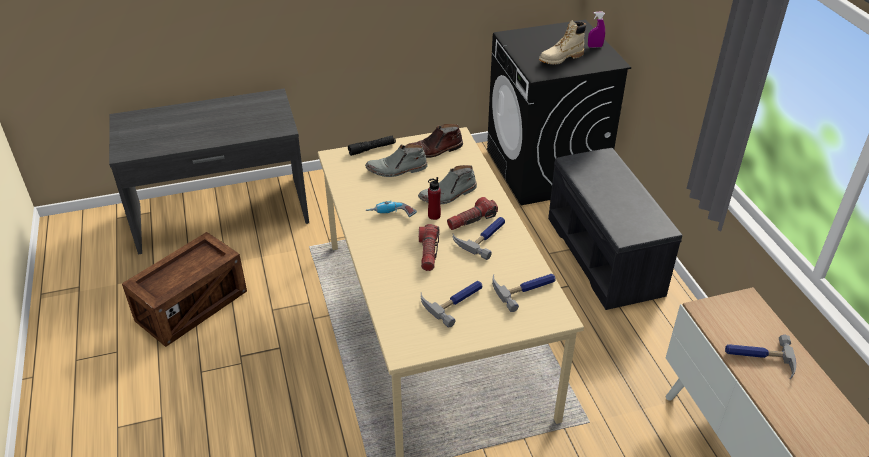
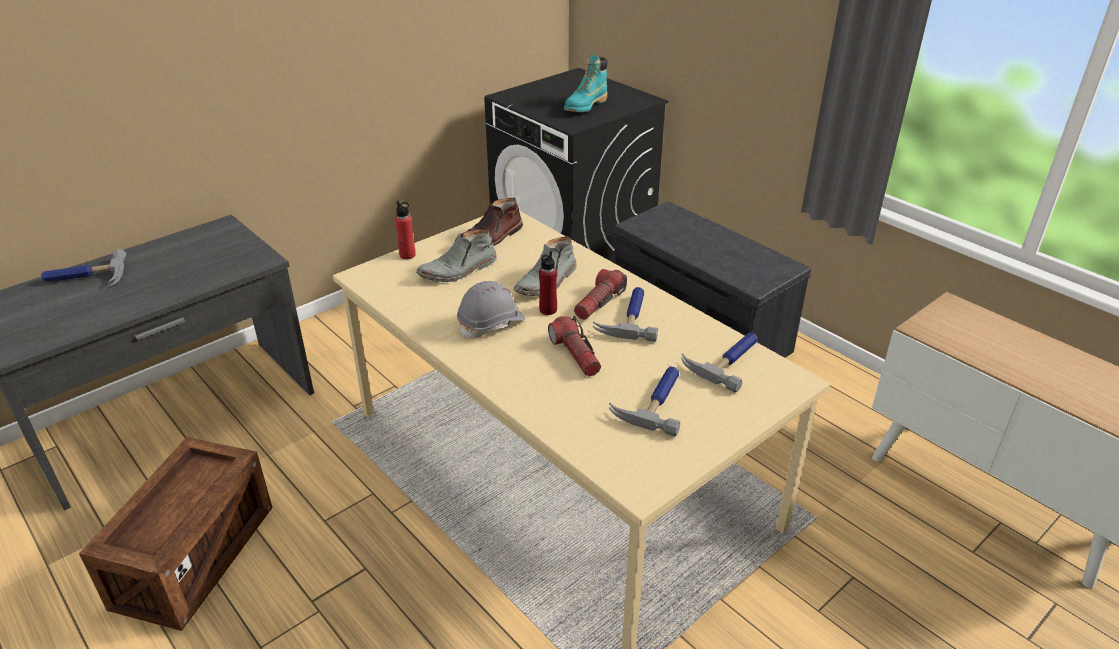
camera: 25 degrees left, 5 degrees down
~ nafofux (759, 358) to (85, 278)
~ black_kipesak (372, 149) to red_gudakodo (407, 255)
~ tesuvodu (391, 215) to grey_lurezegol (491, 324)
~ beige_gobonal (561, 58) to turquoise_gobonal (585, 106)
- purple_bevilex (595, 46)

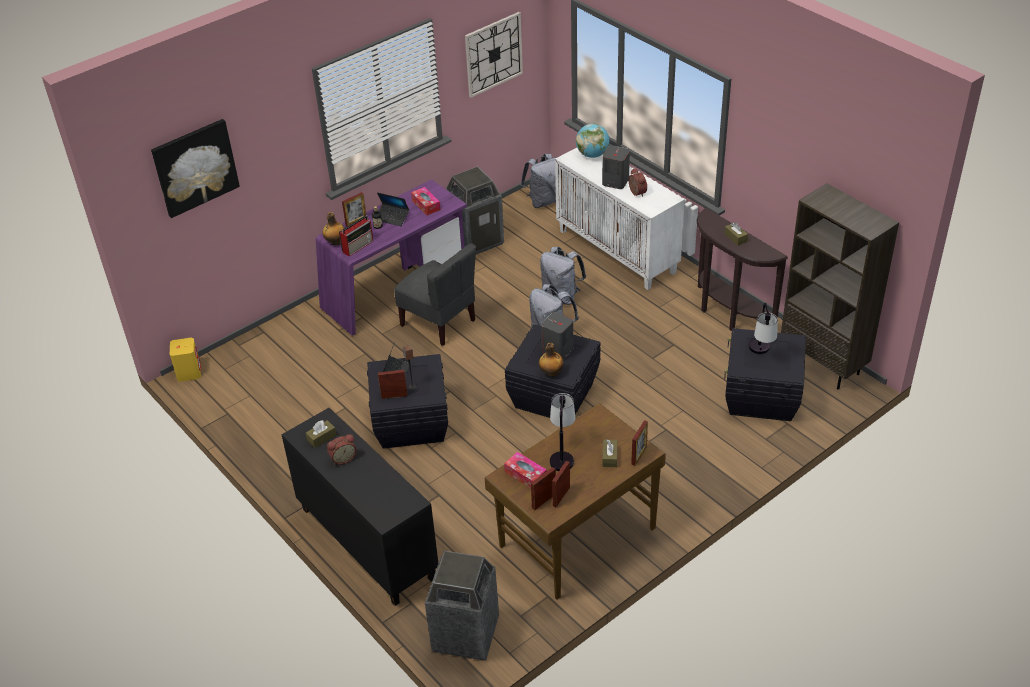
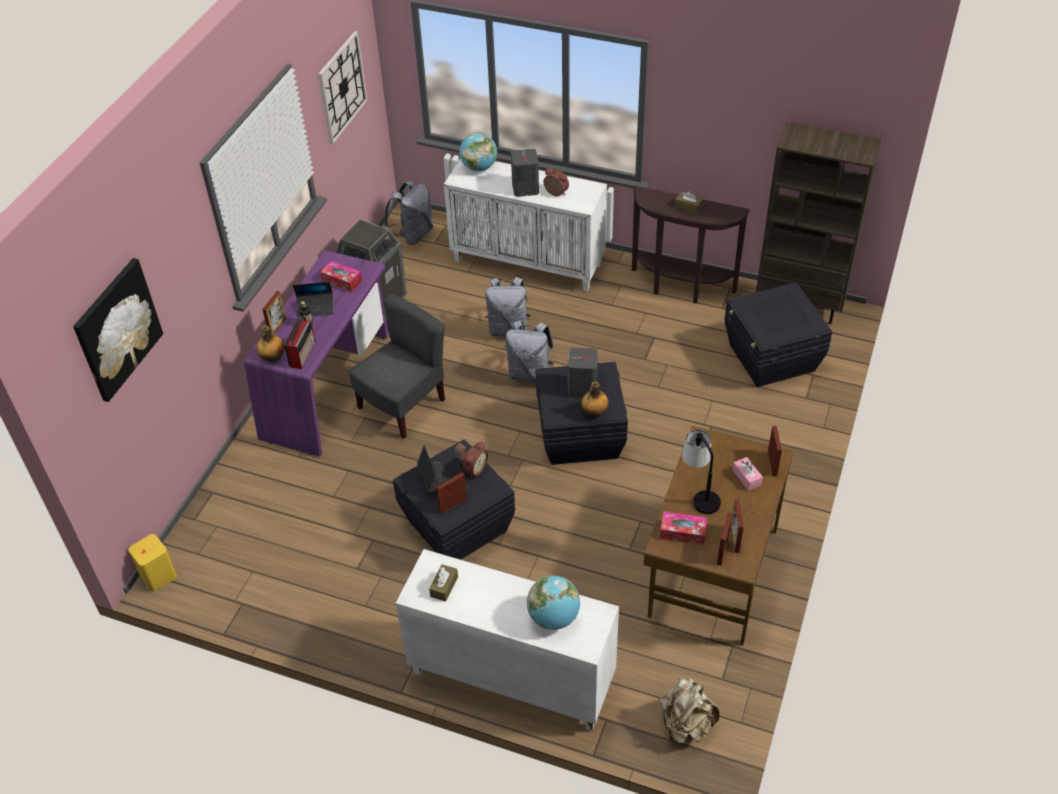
camera: 30 degrees left, 5 degrees up
~ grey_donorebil (439, 322) = (403, 405) 60 degrees counterclockwise
~ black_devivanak (366, 543) to white_devivanak (510, 678)
~ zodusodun (343, 458) to (474, 469)
+ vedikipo (554, 617)
~ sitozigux (466, 634) to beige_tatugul (685, 725)
~ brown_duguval (609, 457) to pink_duguval (747, 477)
- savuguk (761, 354)

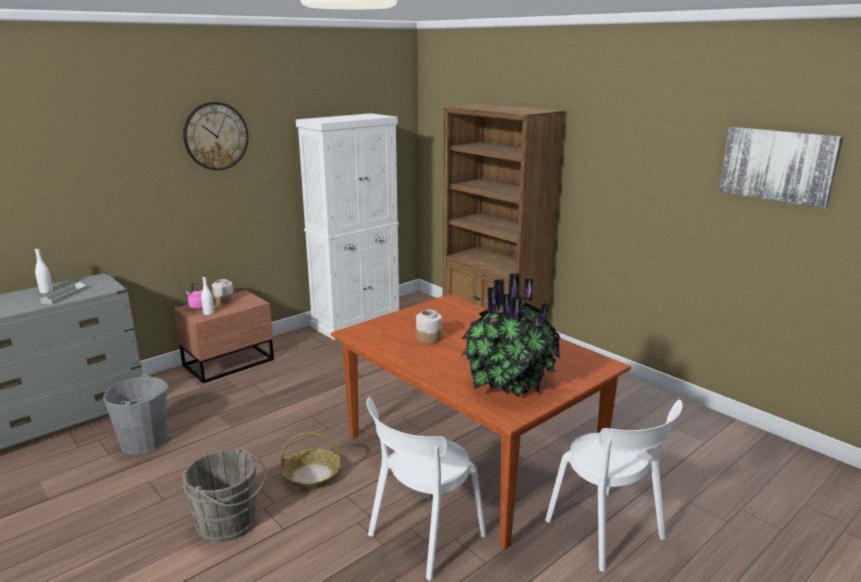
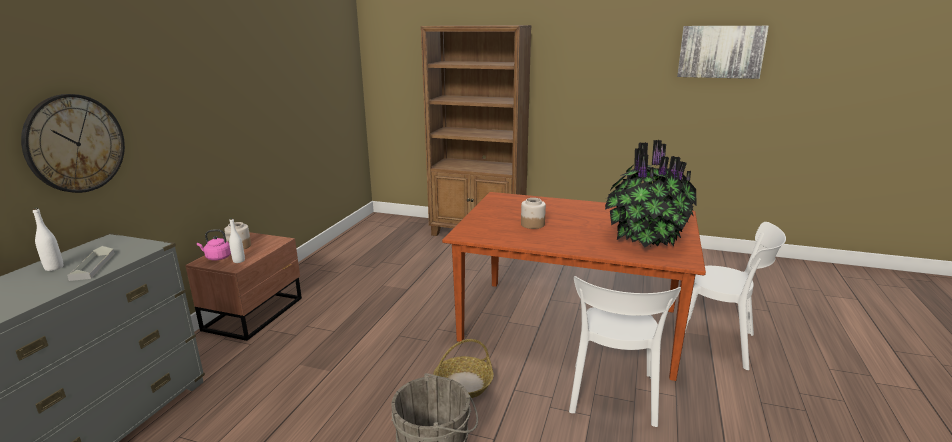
camera: 30 degrees left, 0 degrees up
~ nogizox (216, 136) to (75, 143)
- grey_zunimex (145, 441)
- white_devivanak (356, 322)

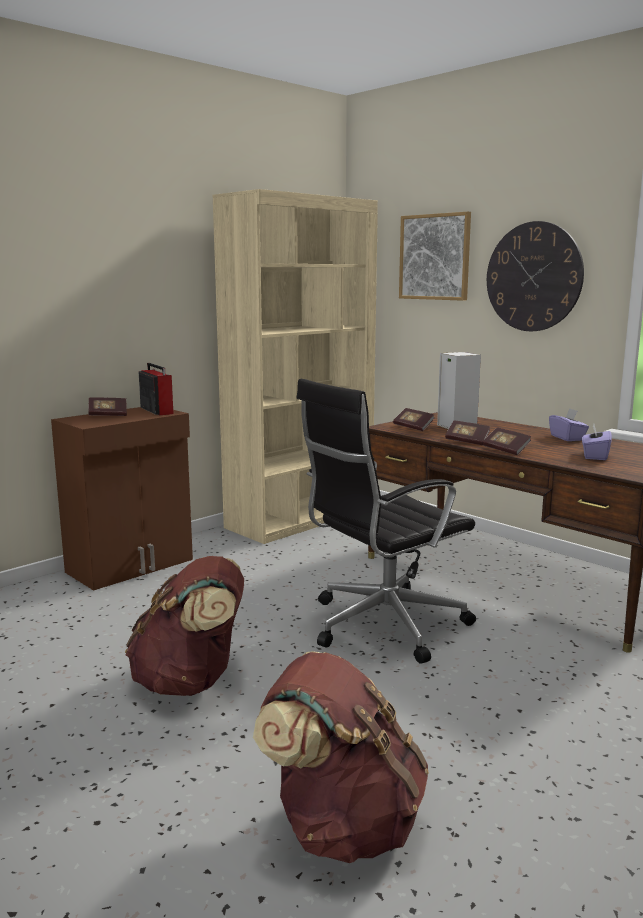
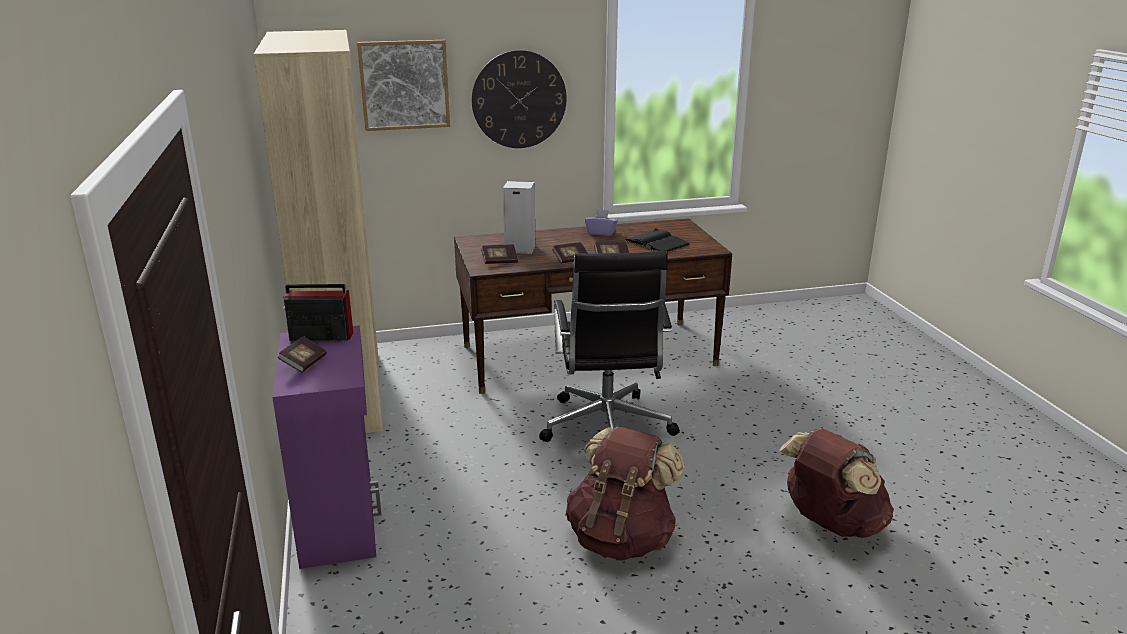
camera: 60 degrees left, 10 degrees up
~ brown_devivanak (132, 566) to purple_devivanak (340, 519)
~ purple_duguval (594, 456) to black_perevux (657, 243)

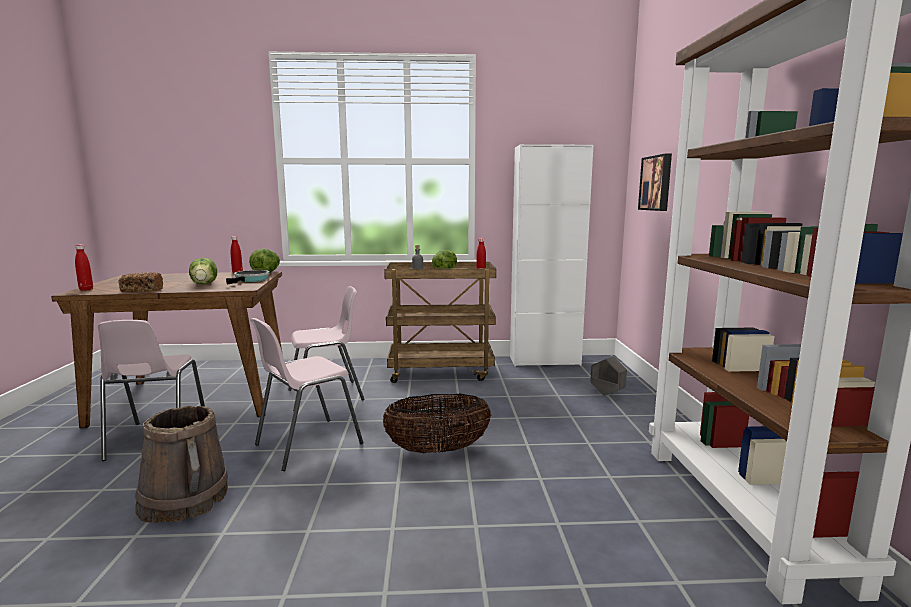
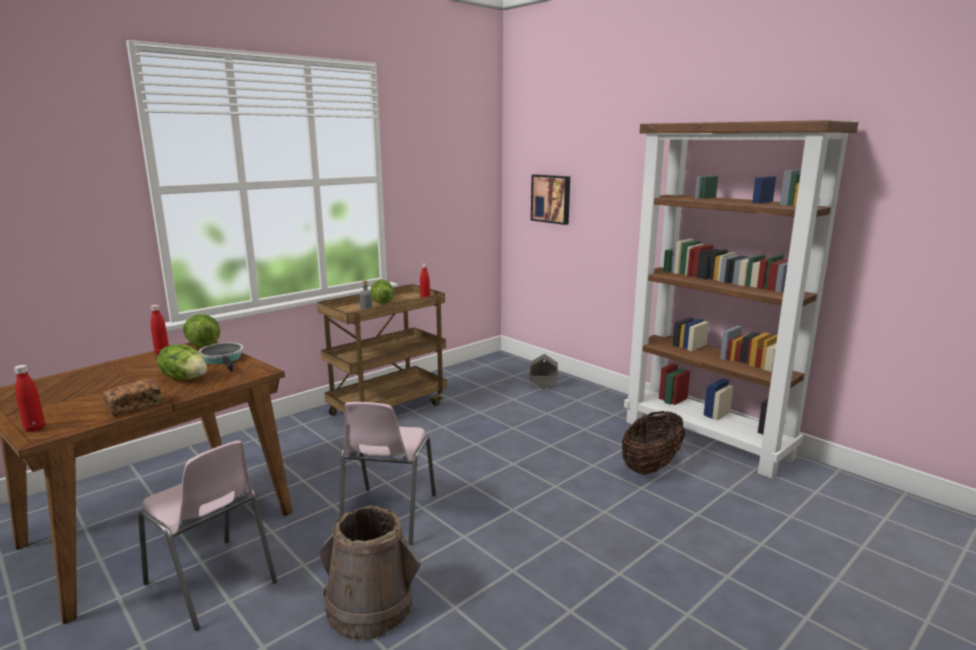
camera: 40 degrees left, 5 degrees up
~ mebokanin (437, 450) to (651, 466)
- pink_donorebil (326, 395)
- white_devivanak (544, 361)

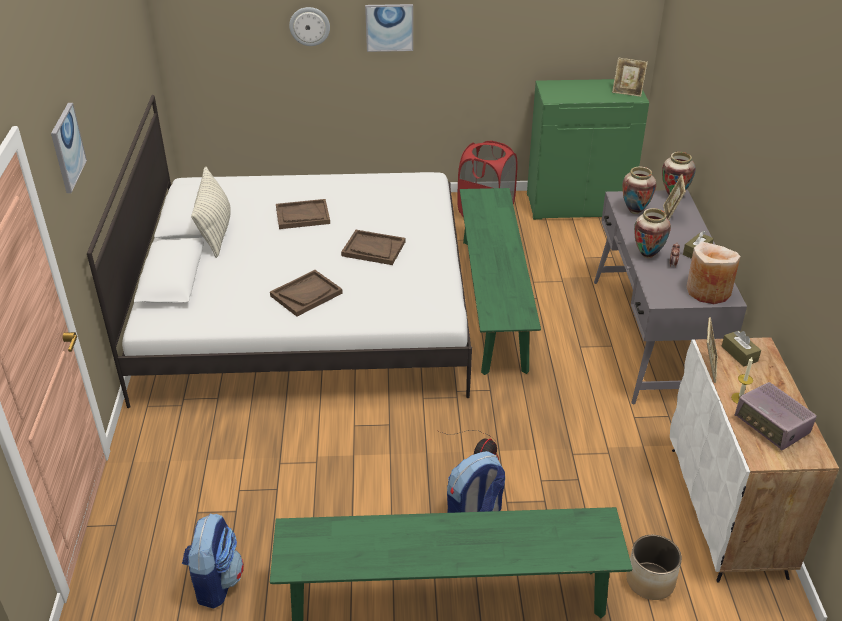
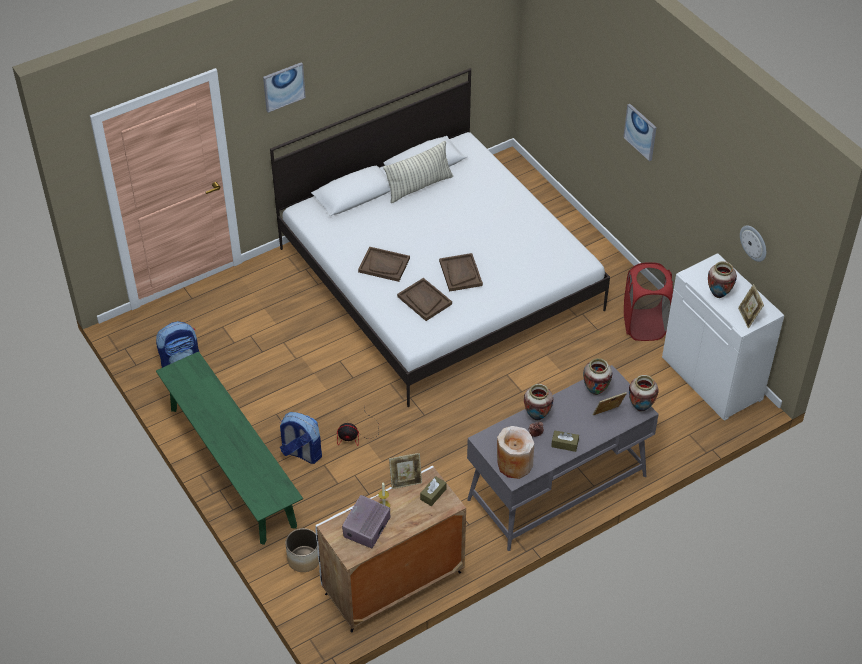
camera: 60 degrees right, 10 degrees up
~ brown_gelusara (302, 216) to (424, 300)
~ green_devivanak (578, 205) to white_devivanak (713, 379)
+ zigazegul (718, 295)
~ nogizox (309, 26) to (754, 243)
- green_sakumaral (493, 301)

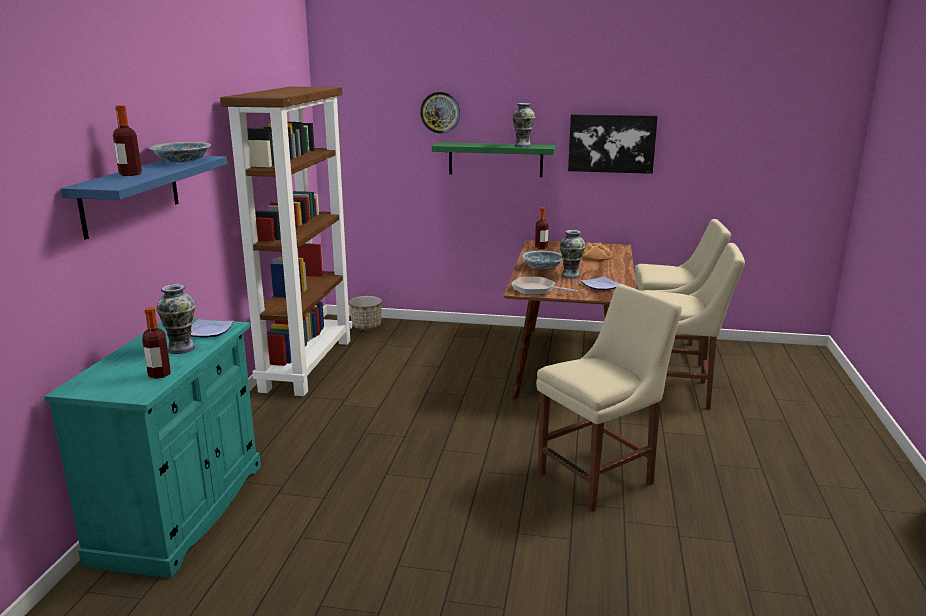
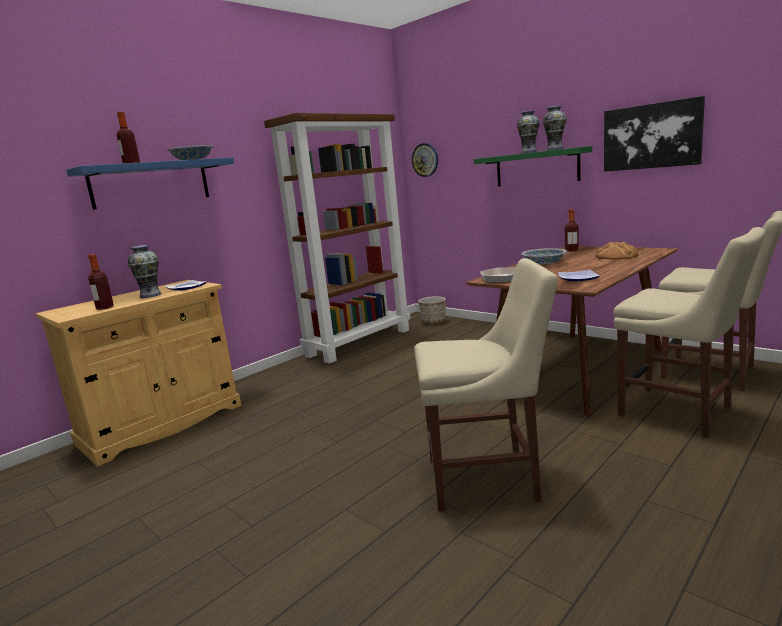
camera: 35 degrees right, 5 degrees down
~ turquoise_devivanak (181, 511) to beige_devivanak (162, 424)
~ nogizox (440, 112) to (425, 160)
~ zigazegul (570, 275) to (528, 152)

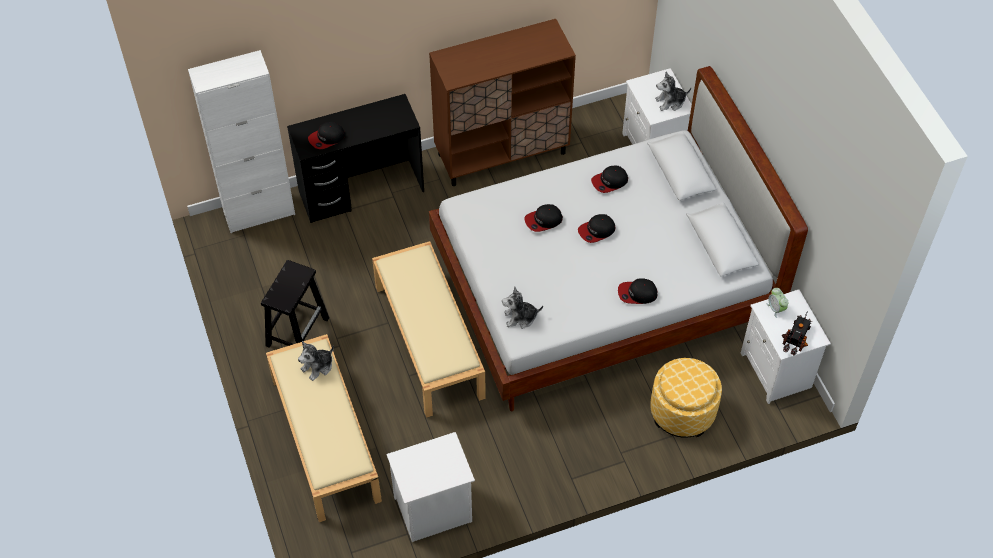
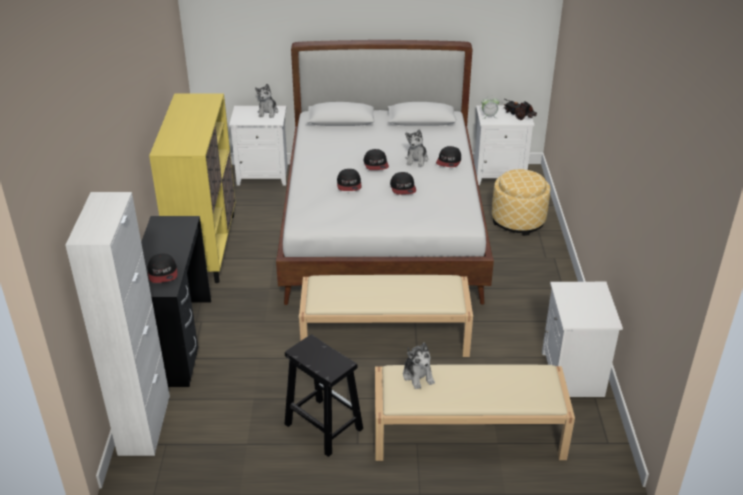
camera: 70 degrees left, 20 degrees down
~ brown_devivanak (502, 153) to yellow_devivanak (205, 247)
~ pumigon (609, 182) to (403, 188)
~ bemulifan (520, 317) to (416, 160)

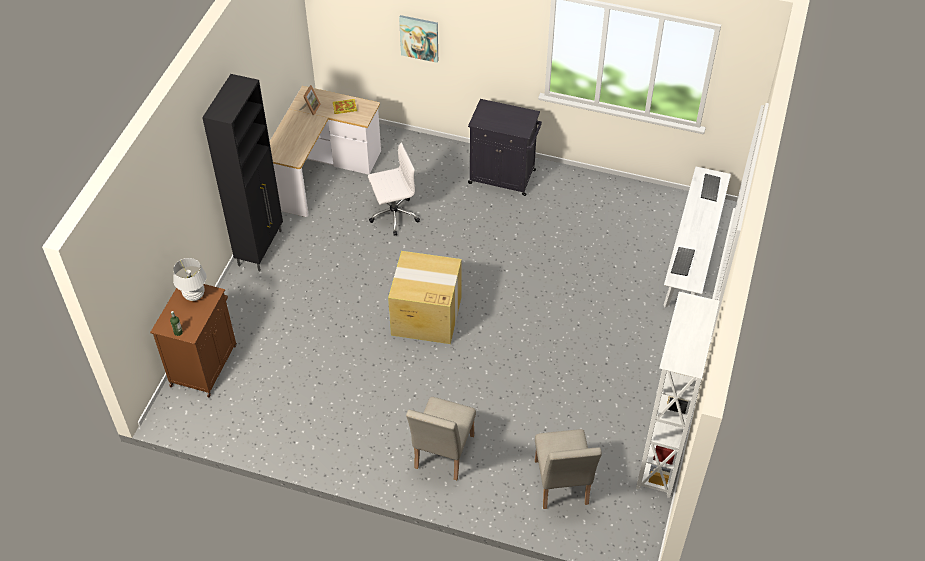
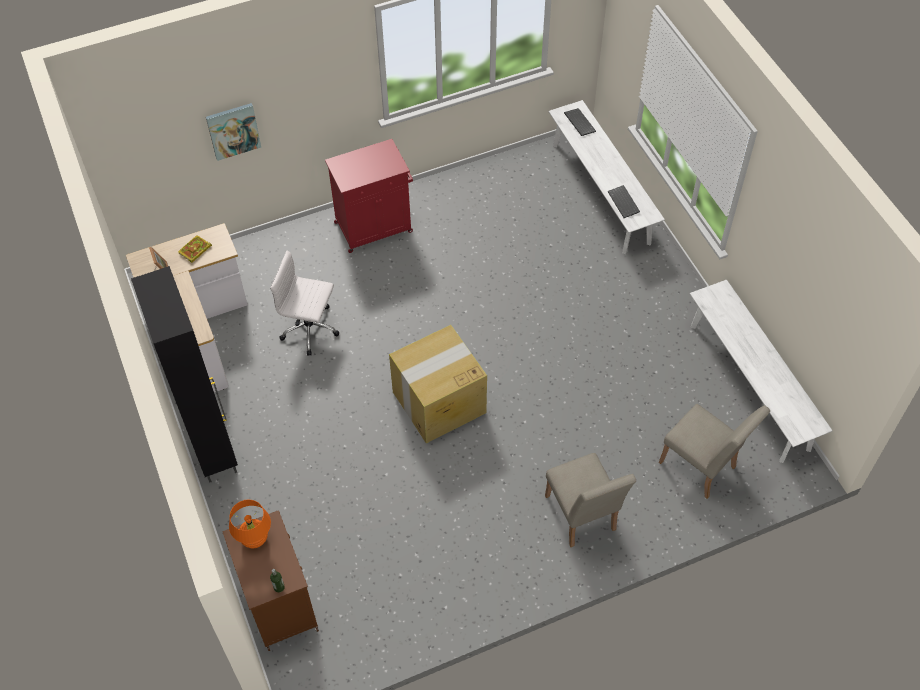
camera: 40 degrees left, 5 degrees up
~ white_savuguk (194, 295) to orange_savuguk (255, 539)
~ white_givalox (393, 215) = (311, 329) 105 degrees counterclockwise
~ black_devivanak (503, 177) to red_devivanak (375, 227)
~ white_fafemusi (660, 459) to white_sakumaral (748, 386)

